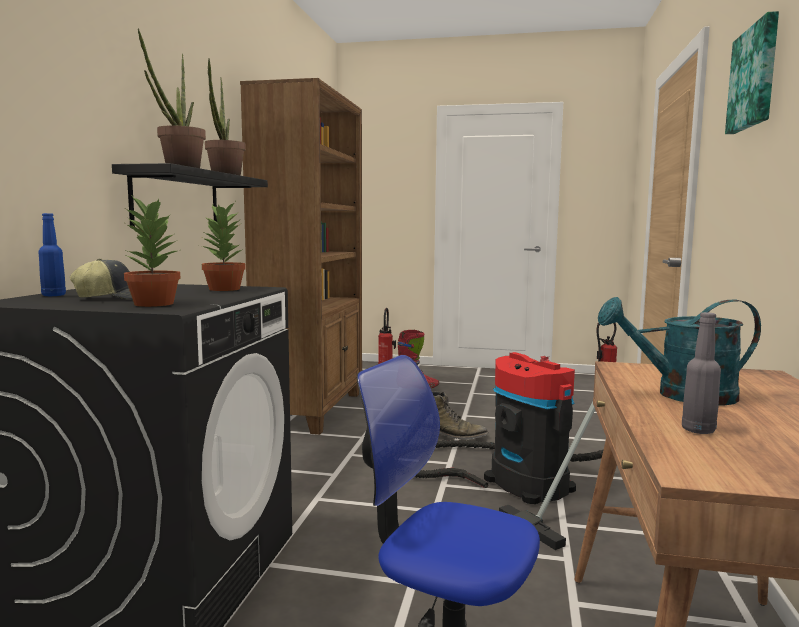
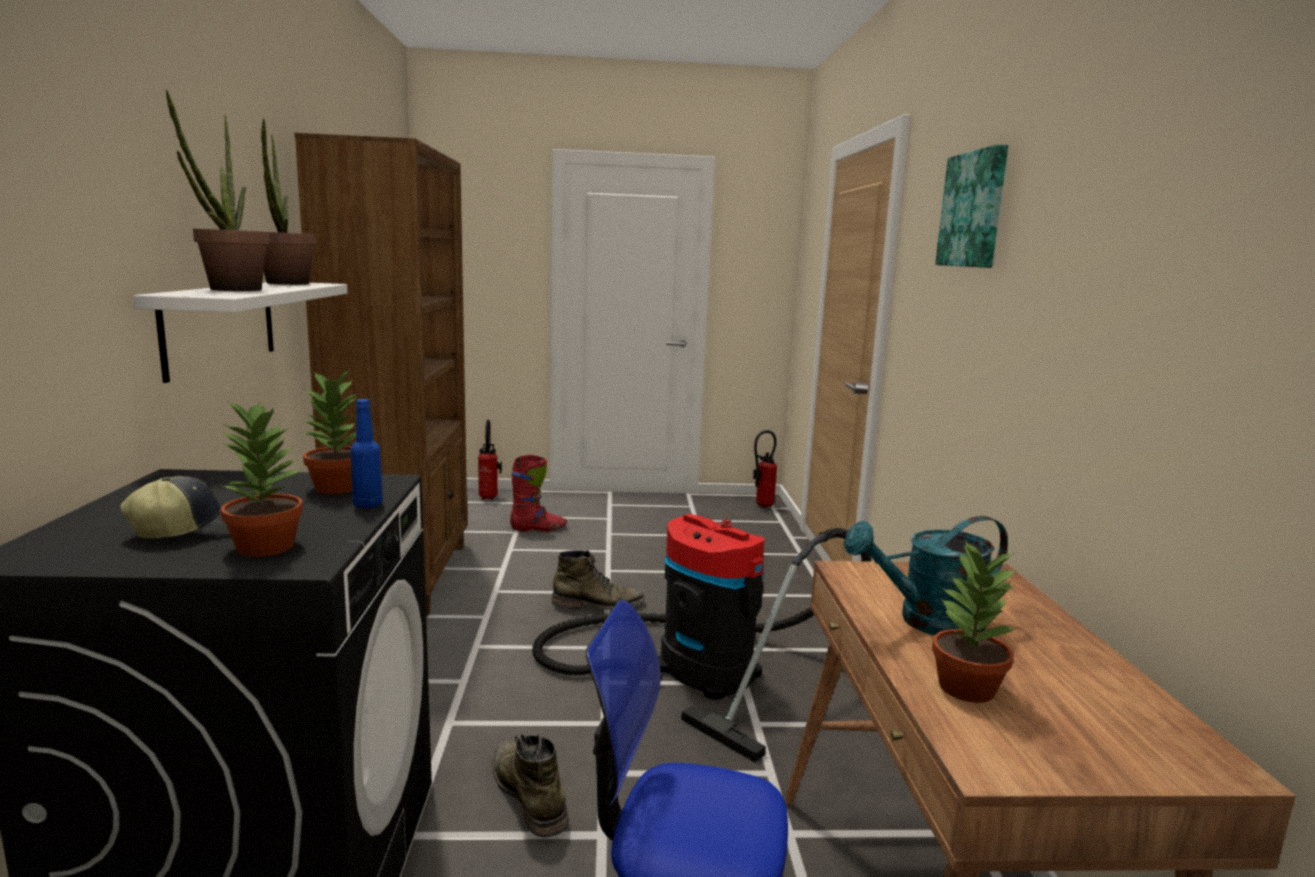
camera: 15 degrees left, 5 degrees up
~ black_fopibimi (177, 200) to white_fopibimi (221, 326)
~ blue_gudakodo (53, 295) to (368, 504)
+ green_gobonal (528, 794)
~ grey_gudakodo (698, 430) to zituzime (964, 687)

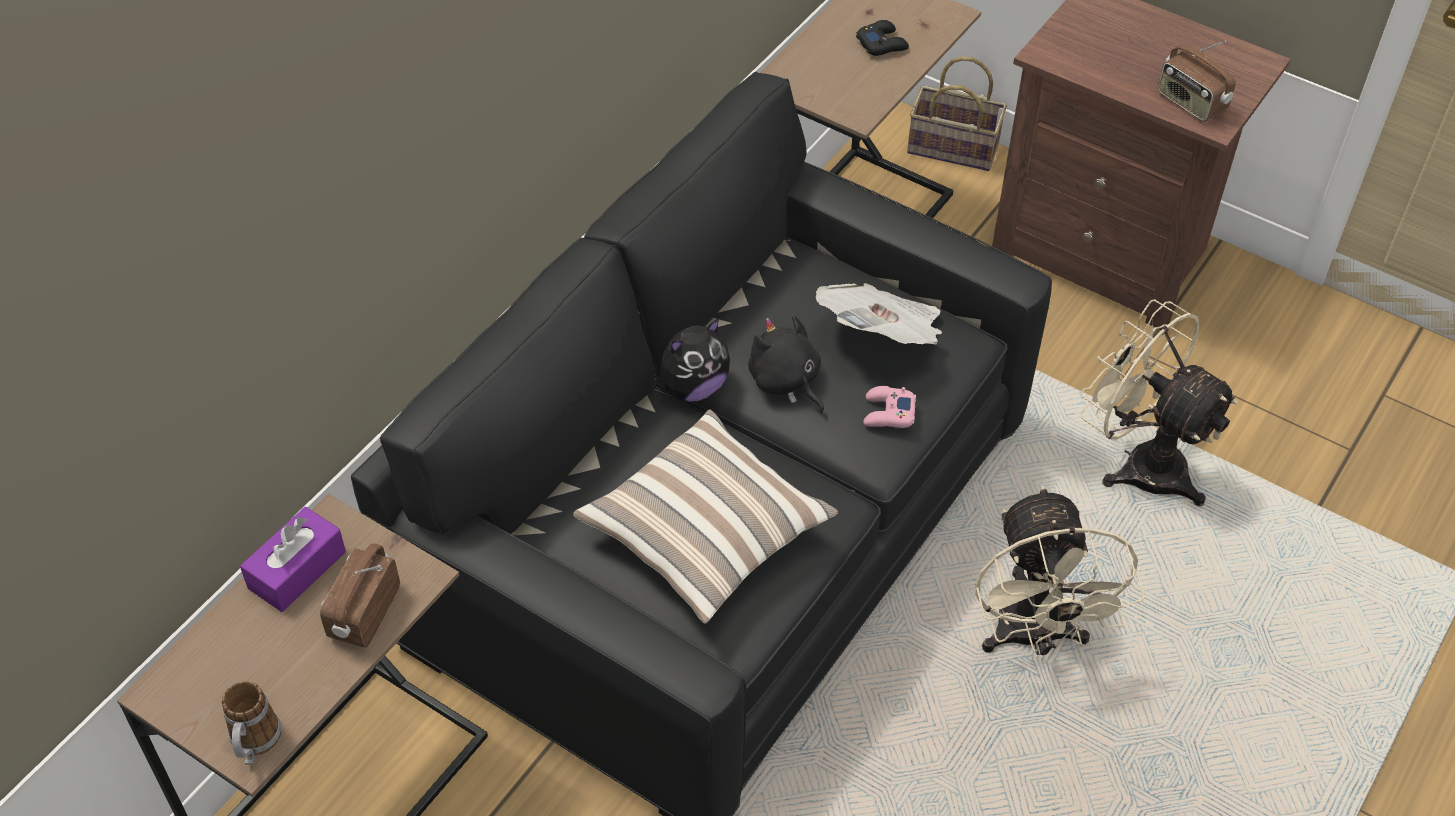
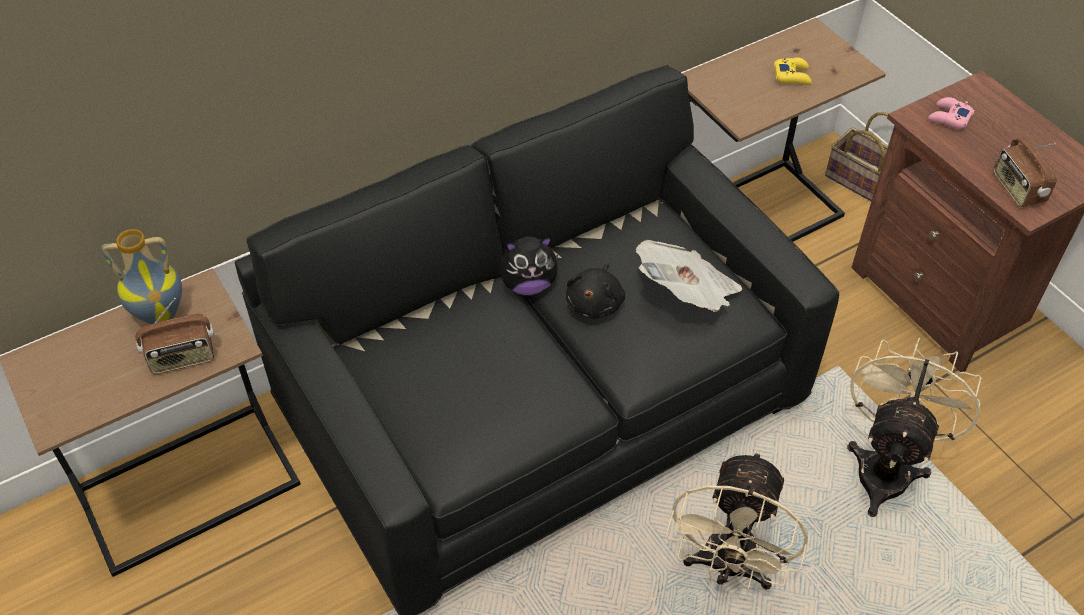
camera: 25 degrees right, 0 degrees up
~ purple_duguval (297, 570) to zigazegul (160, 312)
~ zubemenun (363, 613) = (182, 358) 150 degrees counterclockwise
~ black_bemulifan (786, 381) = (595, 303) 150 degrees counterclockwise
~ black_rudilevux (882, 43) to yellow_rudilevux (792, 76)
~ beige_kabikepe (1140, 462) = (886, 466) 45 degrees clockwise
~ pink_rudilevux (888, 413) to (949, 118)
- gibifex (254, 744)
- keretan (706, 536)

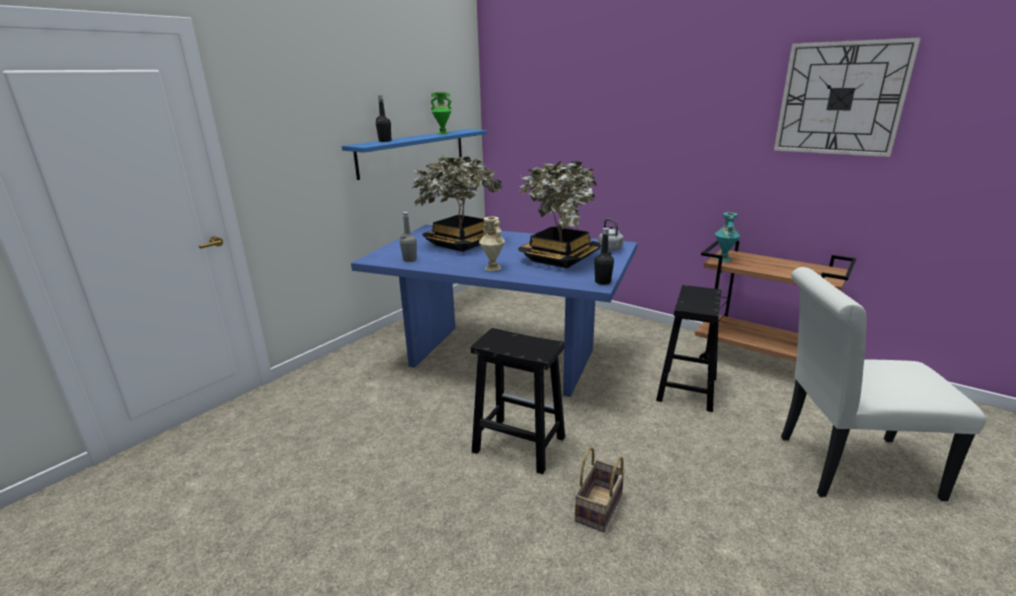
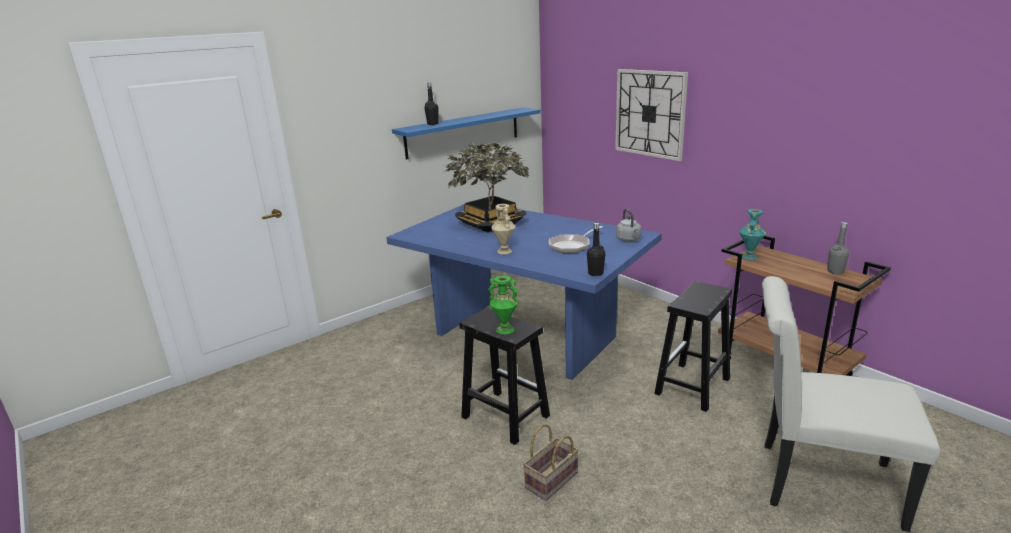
camera: 15 degrees right, 0 degrees up
~ green_zigazegul (442, 133) to (504, 330)
~ zituzime (560, 258) to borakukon (572, 246)
~ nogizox (840, 99) to (650, 113)
~ grey_gudakodo (410, 260) to (835, 272)

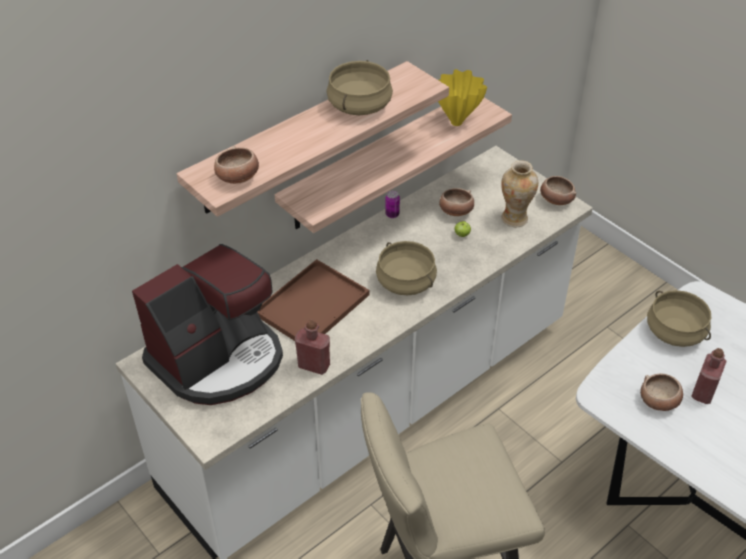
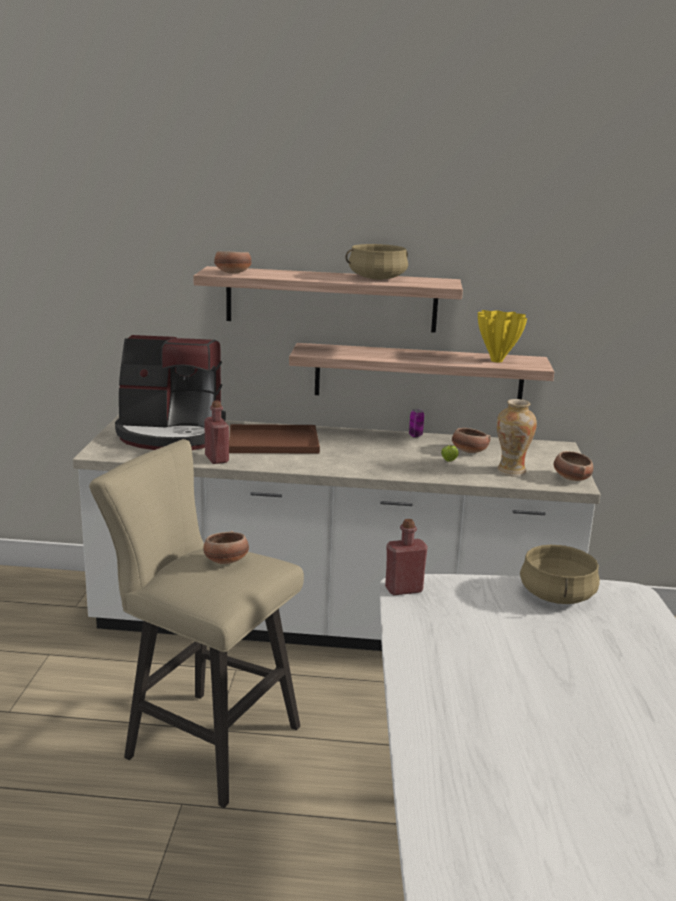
camera: 45 degrees right, 25 degrees down
~ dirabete (659, 401) to (226, 561)
~ red_gudakodo (703, 392) to (404, 589)
- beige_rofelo (406, 282)

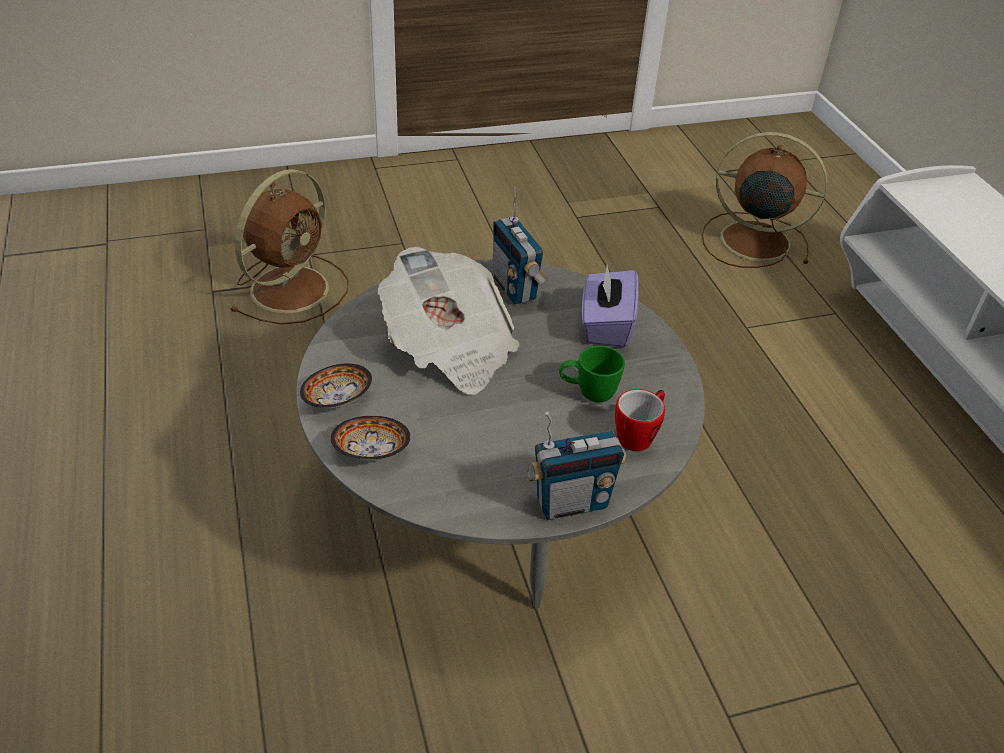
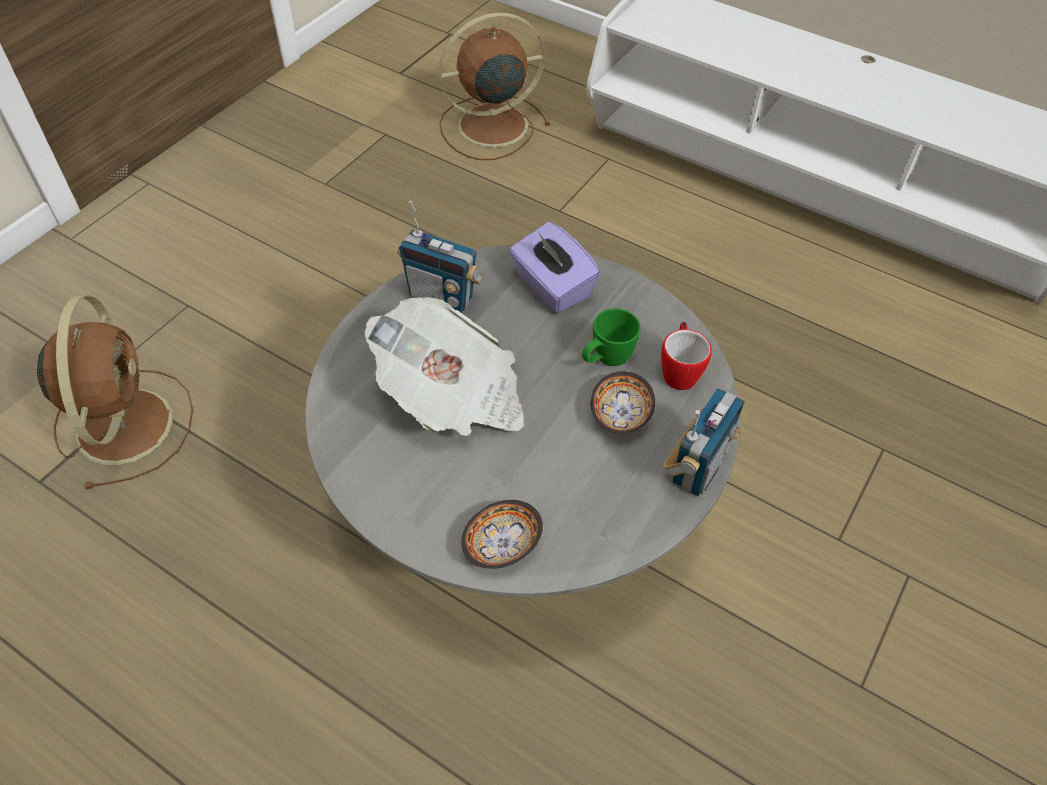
camera: 40 degrees left, 10 degrees up
~ dirabete (337, 399) to (620, 414)

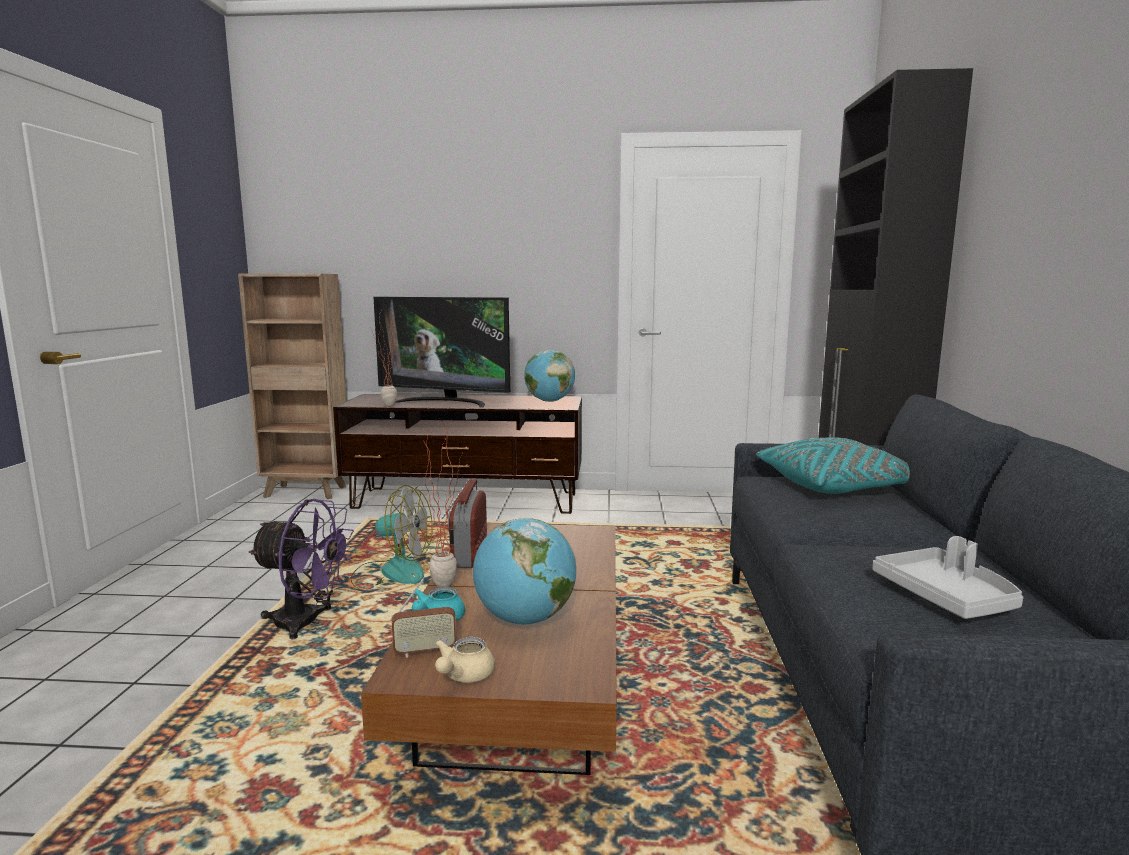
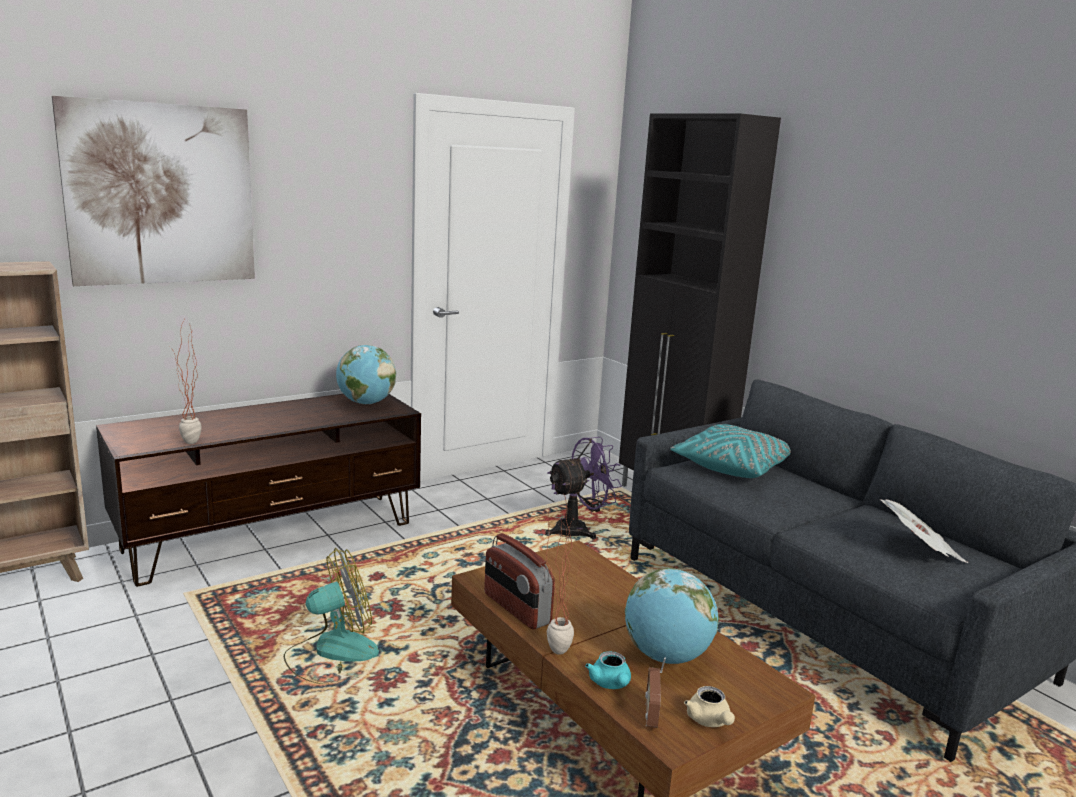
camera: 40 degrees left, 5 degrees up
+ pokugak (161, 194)
~ purple_kabikepe (307, 623) to (578, 530)
~ zubemenun (425, 651) = (651, 715) 150 degrees clockwise
~ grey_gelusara (946, 597) to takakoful (919, 551)
- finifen (446, 402)

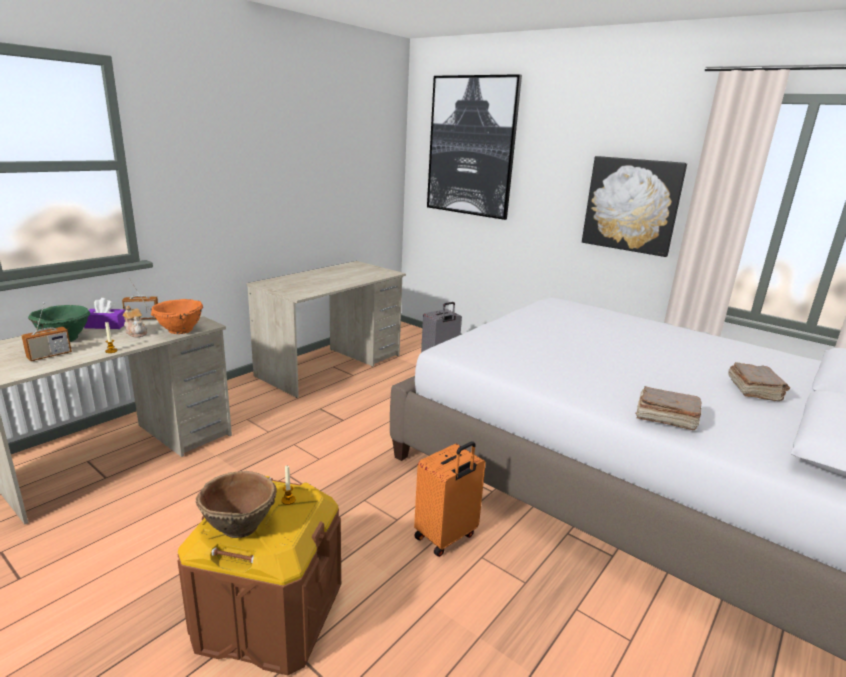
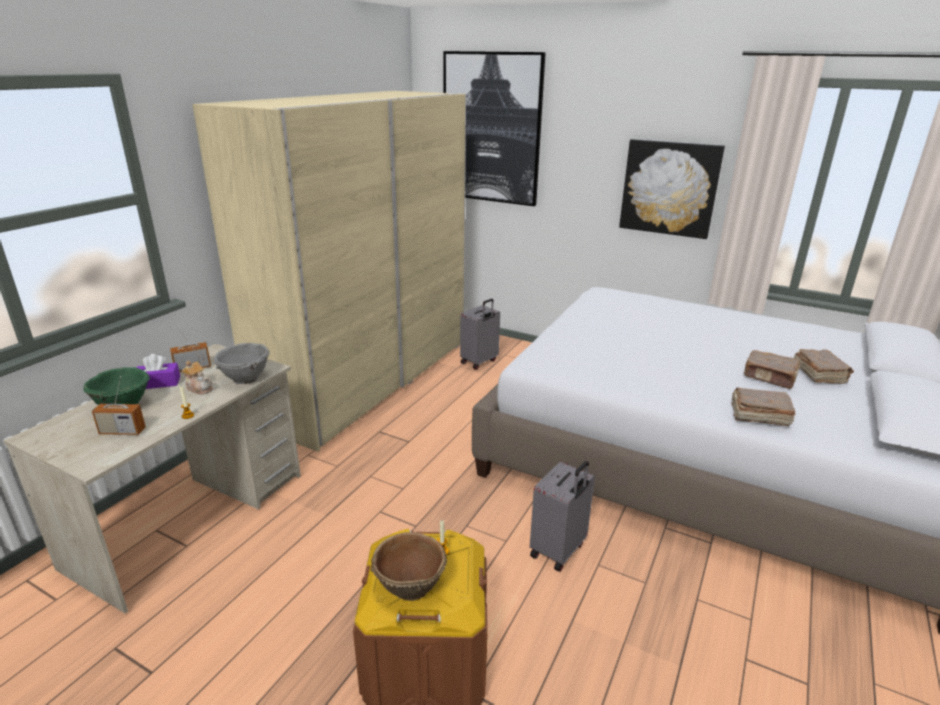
camera: 10 degrees left, 5 degrees up
~ zubemenun (49, 355) = (122, 431) 60 degrees clockwise
~ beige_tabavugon (331, 365) to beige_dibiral (369, 379)
~ orange_dirabete (179, 330) to grey_dirabete (245, 379)
~ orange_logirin (446, 537) to grey_logirin (559, 550)
+ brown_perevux (770, 377)

